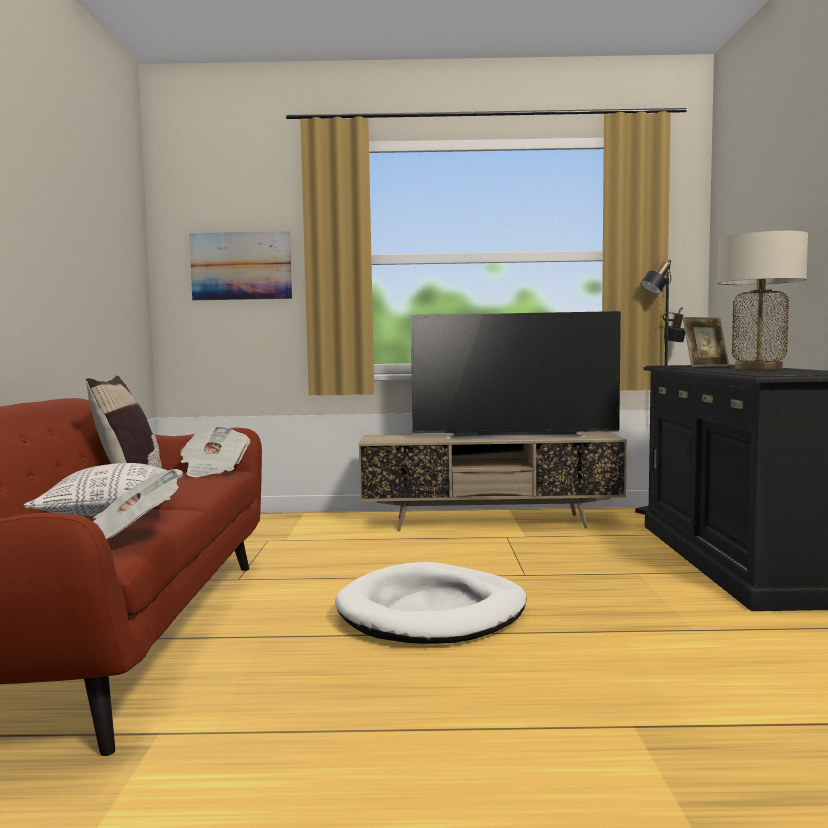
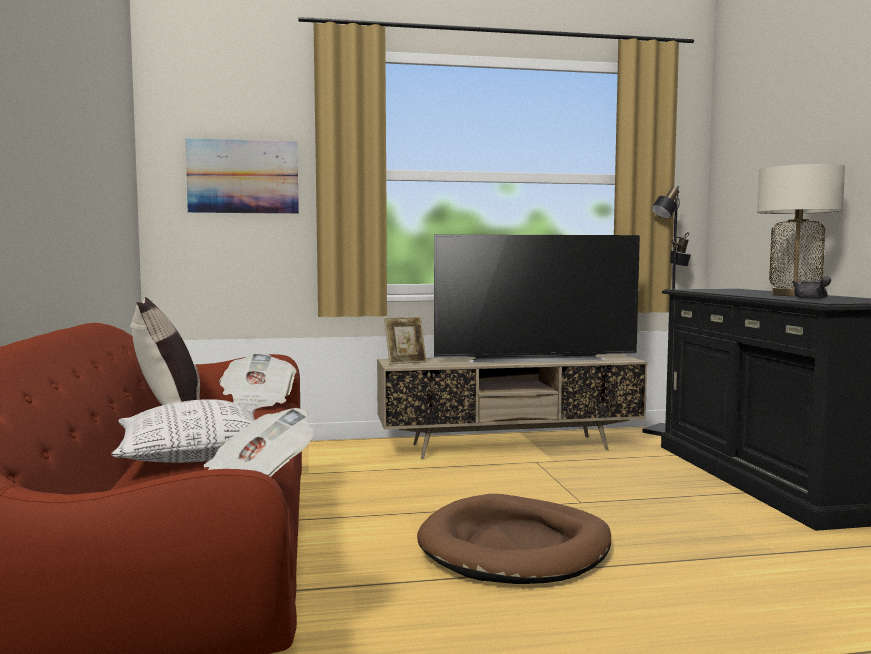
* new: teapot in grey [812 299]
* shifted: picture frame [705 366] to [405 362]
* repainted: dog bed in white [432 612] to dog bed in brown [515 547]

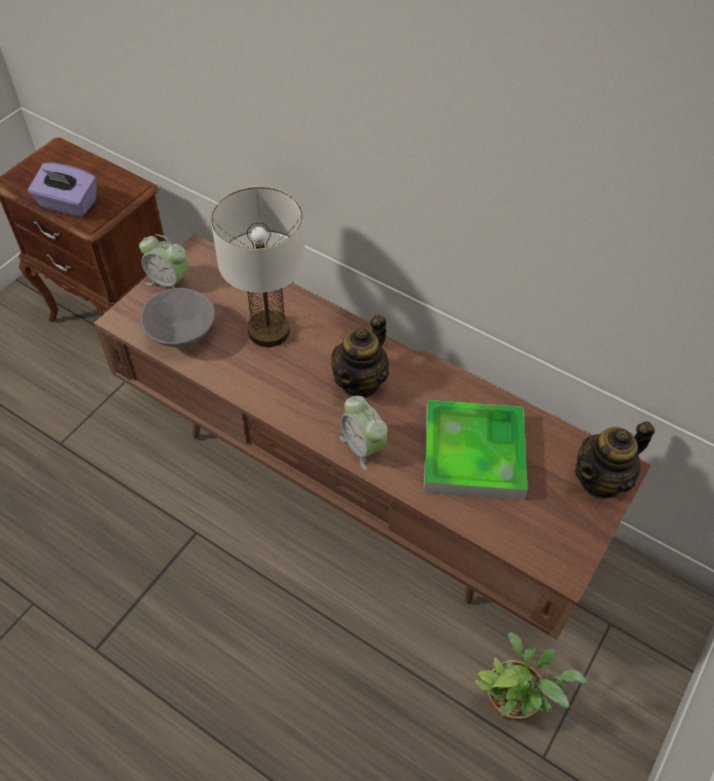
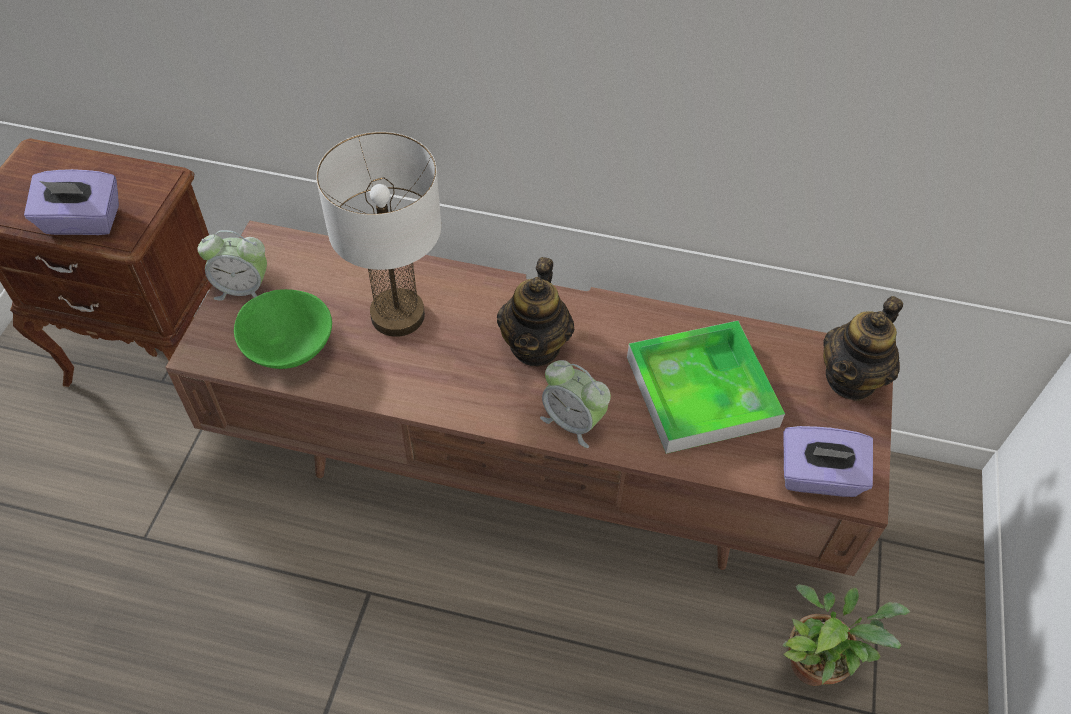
* new: tissue box in purple [818 477]
* repainted: bowl in grey [182 334] to bowl in green [289 349]

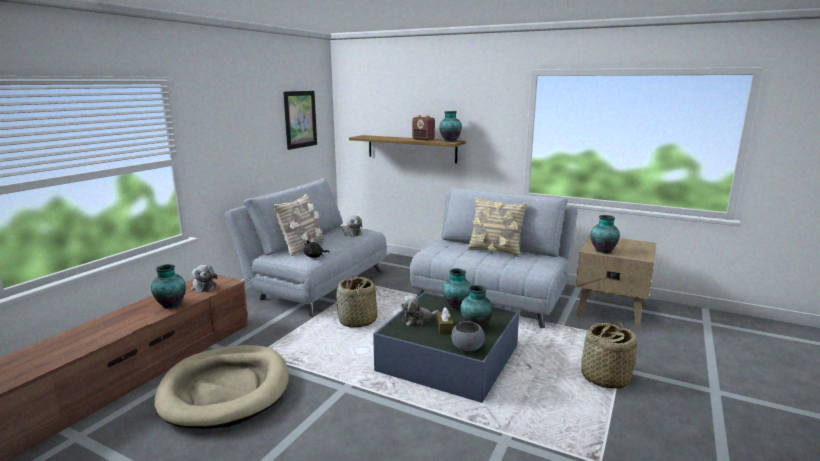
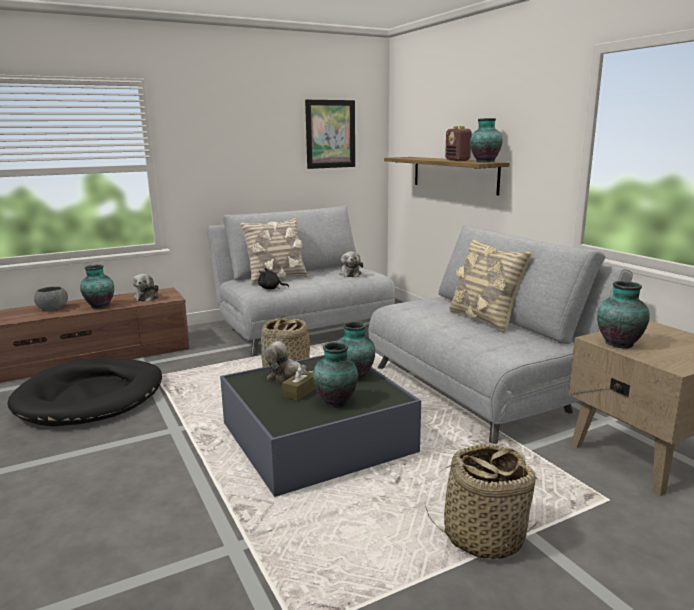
* shifted: bowl in grey [467 347] to [52 309]
* repainted: dog bed in beige [225 389] to dog bed in black [91 396]

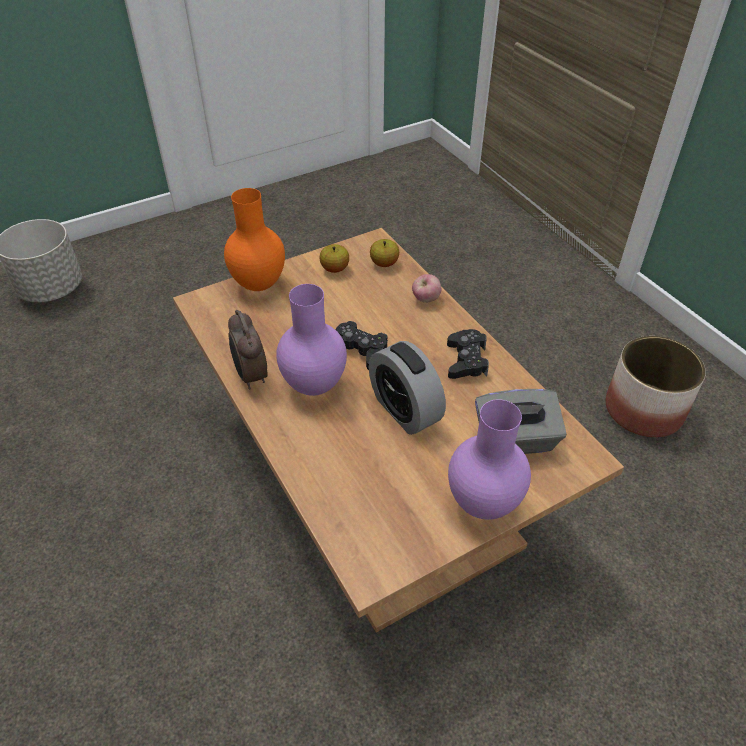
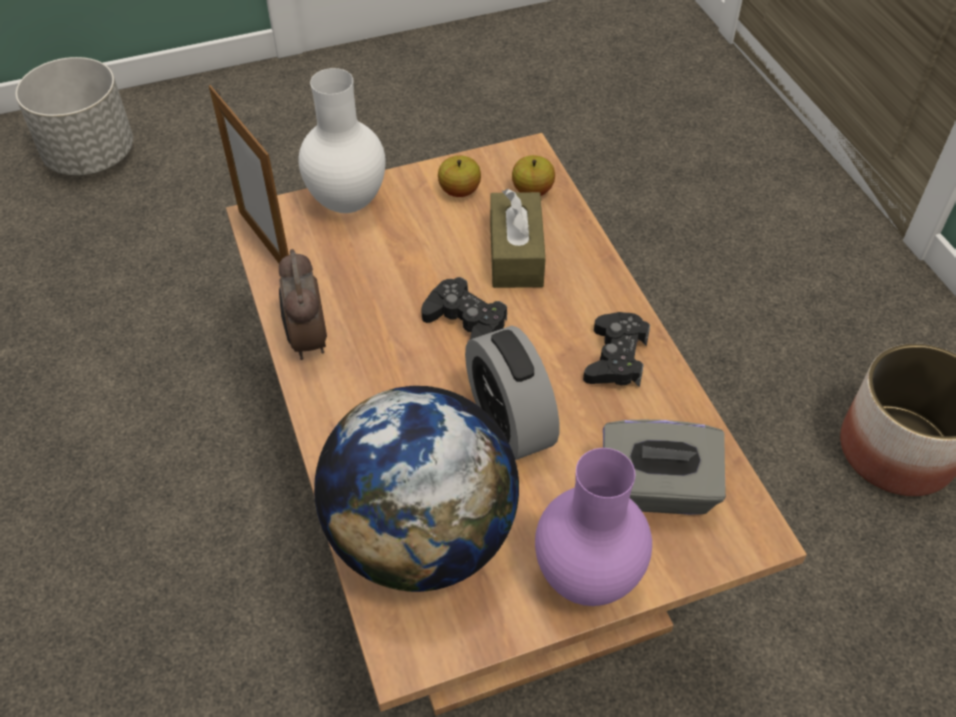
* gone: vase in purple [314 387]
* gone: apple [426 299]
* new: picture frame [265 244]
* new: globe [422 537]
* new: tissue box in brown [516 254]
* repainted: vase in orange [259 286] to vase in white [348 204]

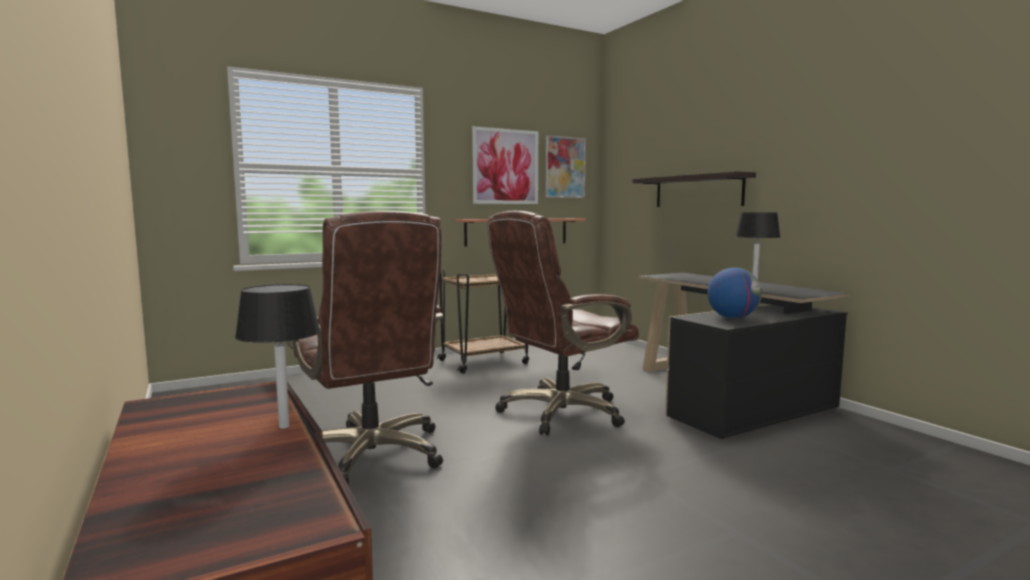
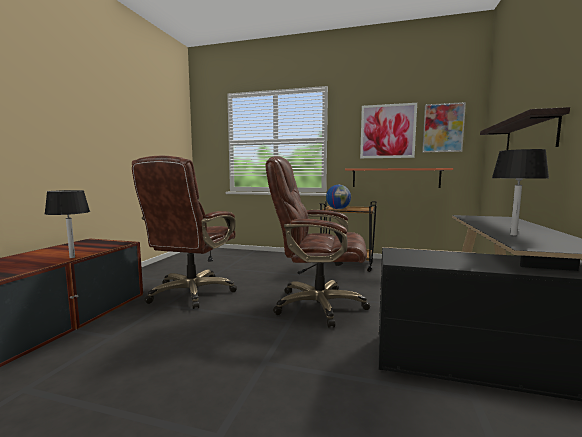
* shifted: globe [732 318] to [338 209]

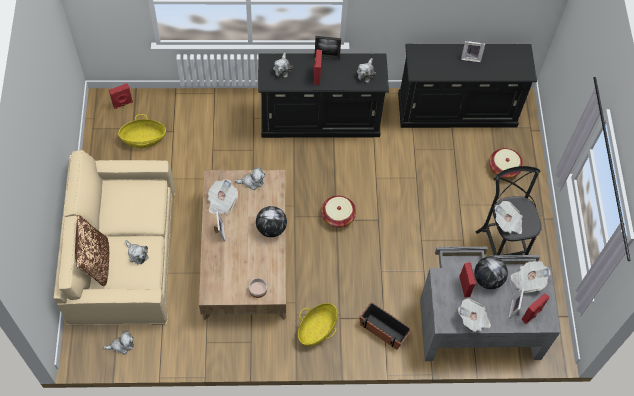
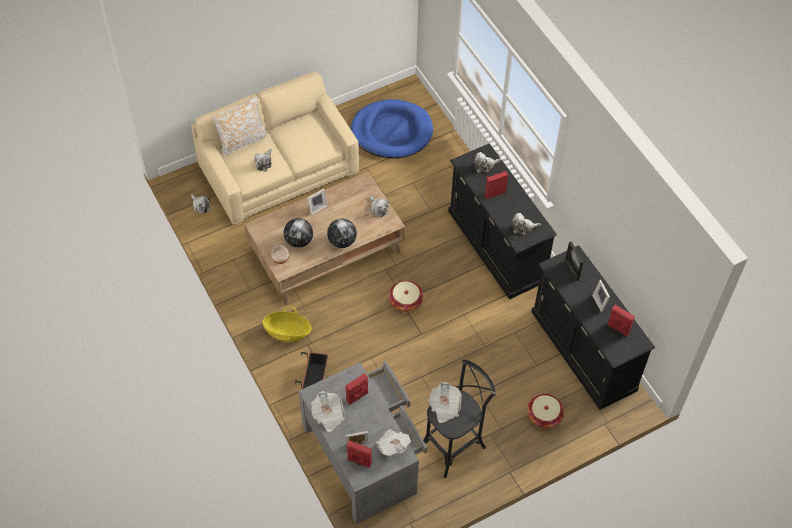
* gone: newspaper [221 202]
* shifted: speaker in red [123 104] to [618 329]
* shifted: picture frame [327 57] to [571 270]
* shifted: globe [487 279] to [299 241]
* swapped: basket [143 139] to dog bed in blue [392 132]
* repainted: pillow in brown [97 262] to pillow in white [243 142]

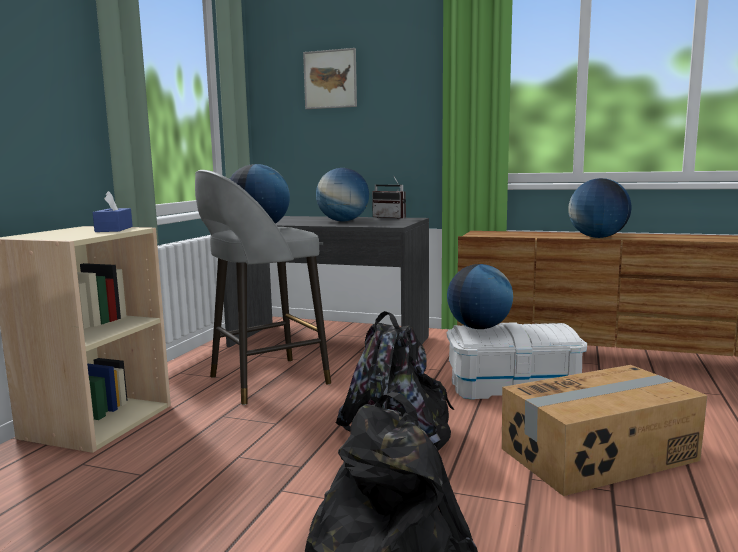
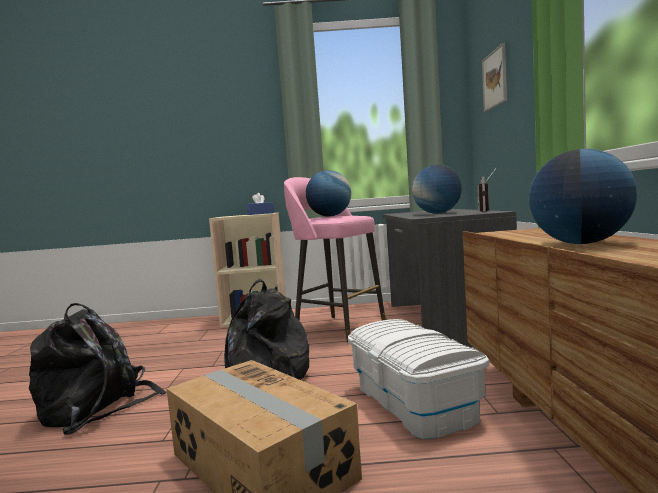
* gone: globe [479 328]
* repainted: stool in grey [265 381] to stool in pink [338 328]

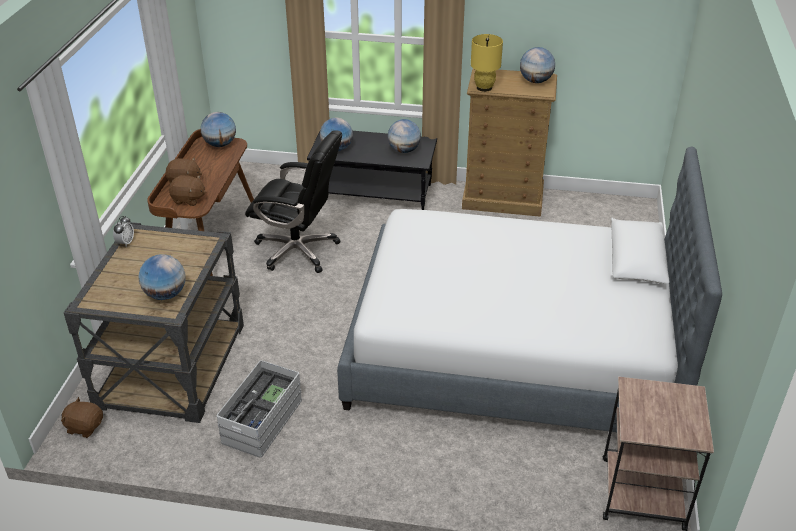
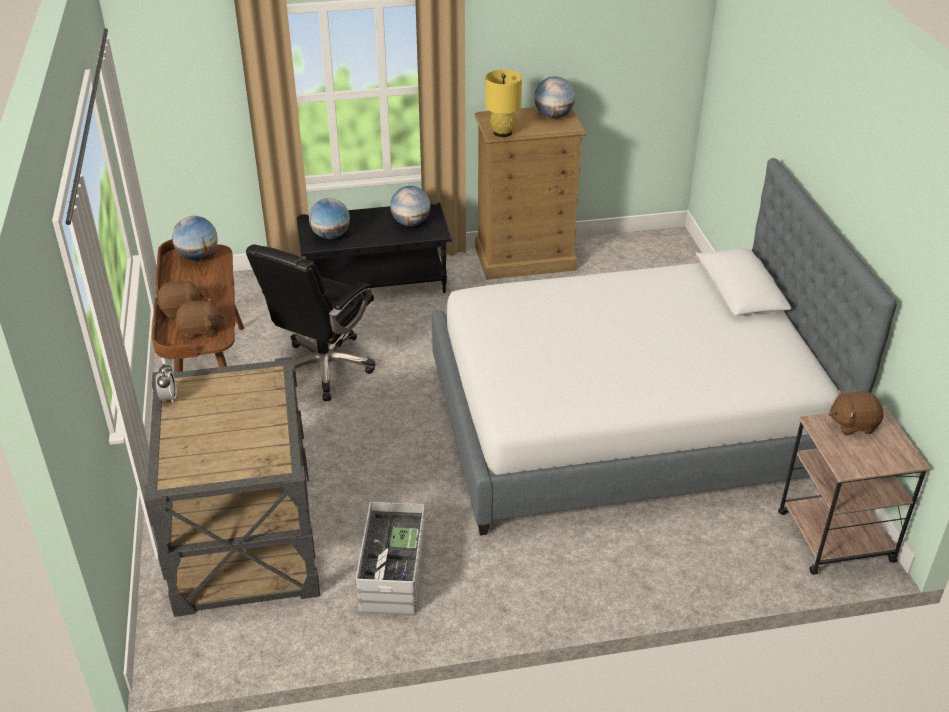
* gone: globe [165 294]
* shifted: plush toy in brown [85 427] to [852 424]
* rotated: office chair in black [298 251] = [323 367] 120 degrees clockwise

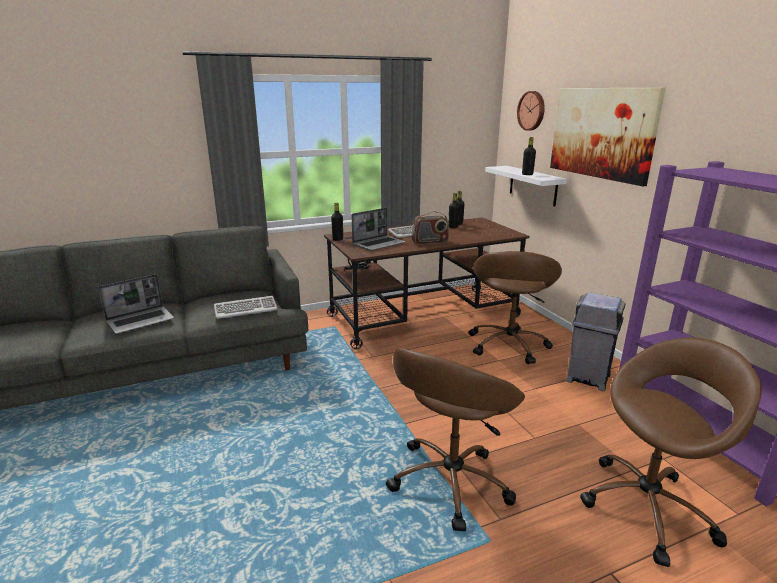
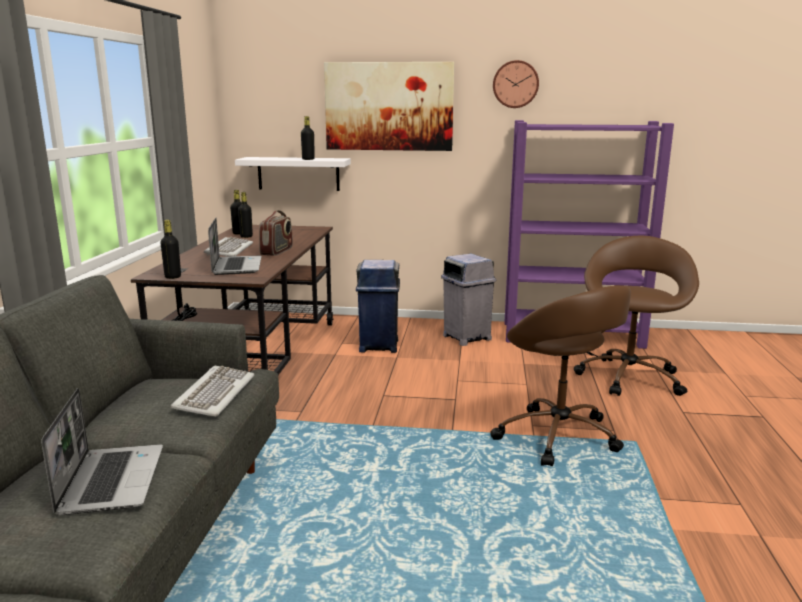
* shifted: wall clock [532 110] to [515 84]
* swapped: office chair in brown [508 346] to trash can in blue [379 345]

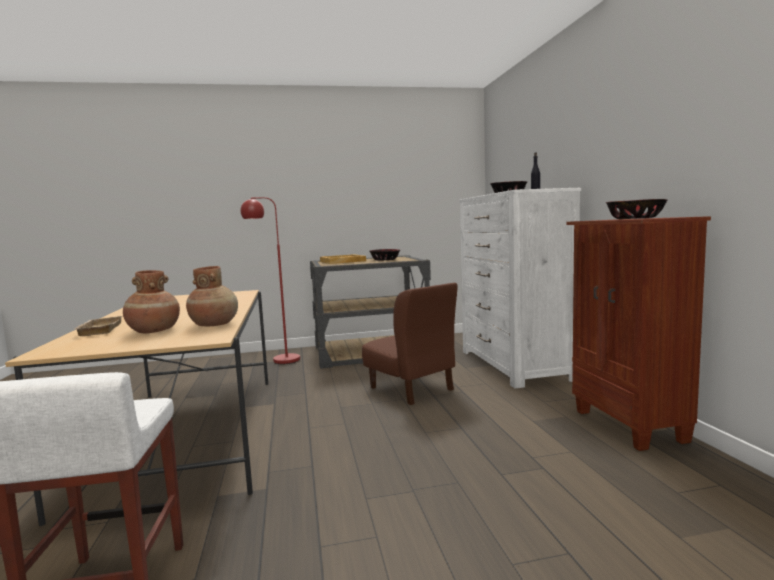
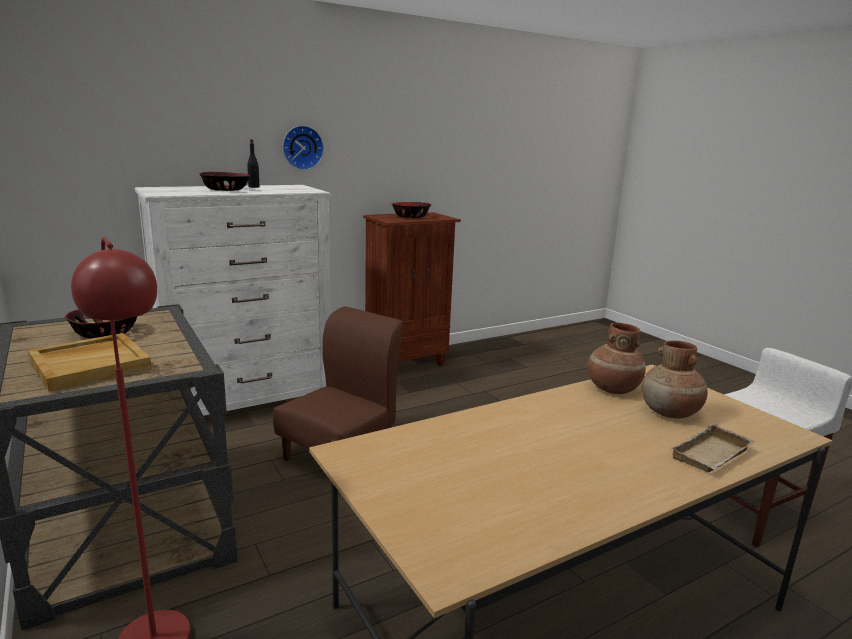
* new: wall clock [302 147]

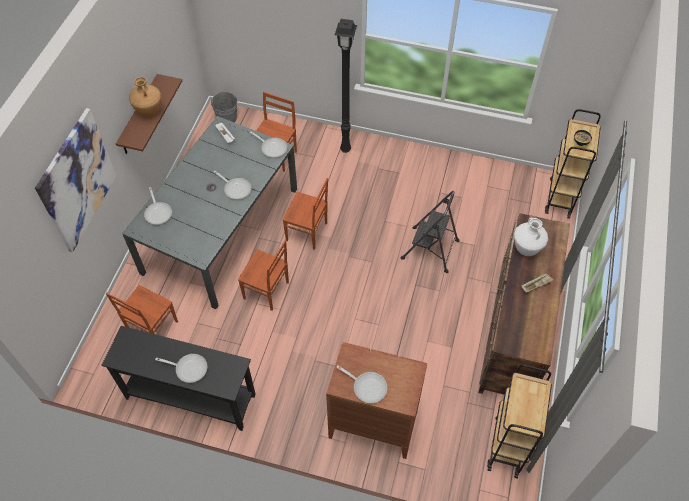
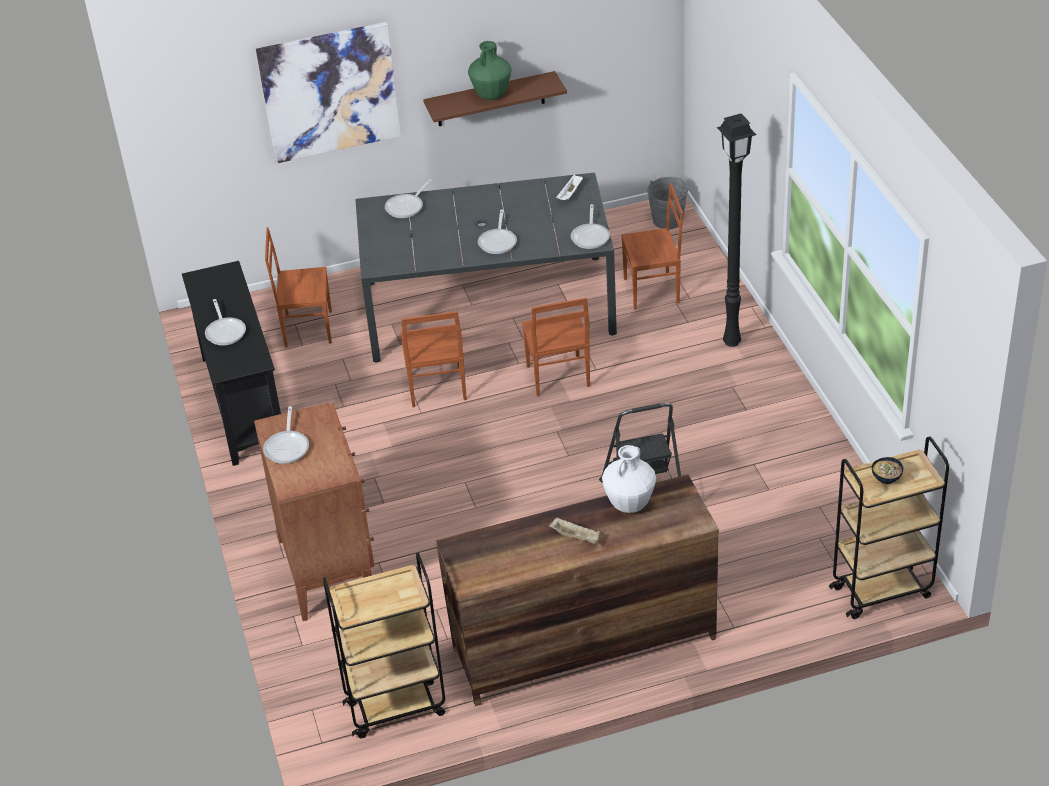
* repainted: vase in brown [149 112] to vase in green [491 95]

